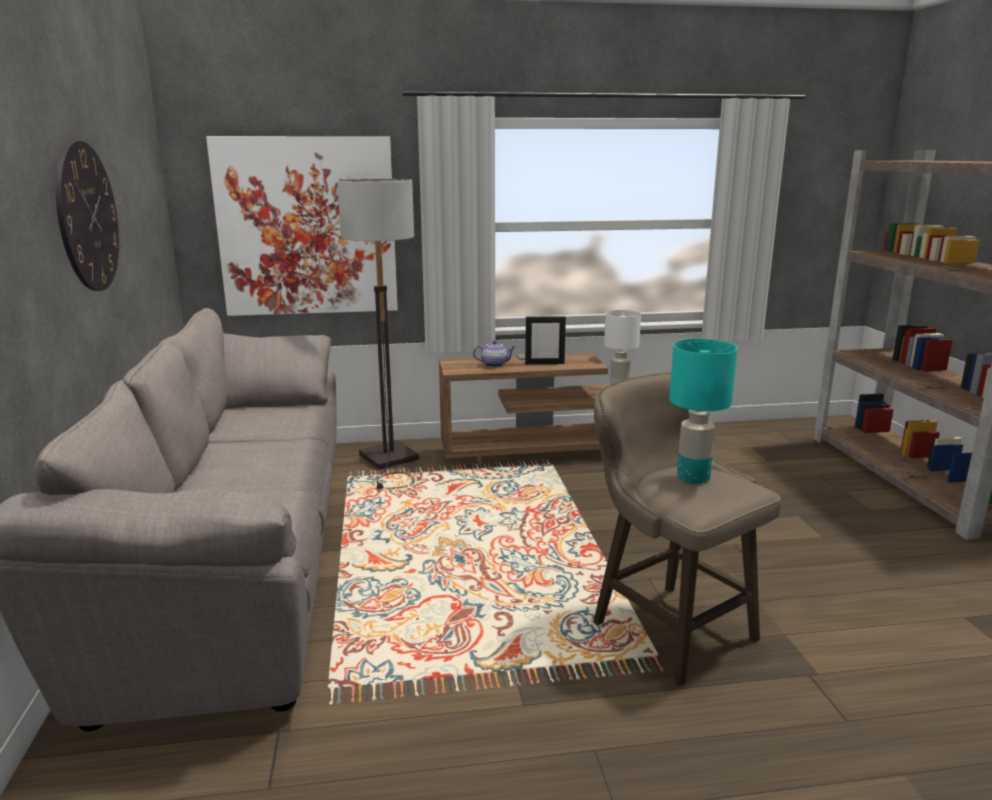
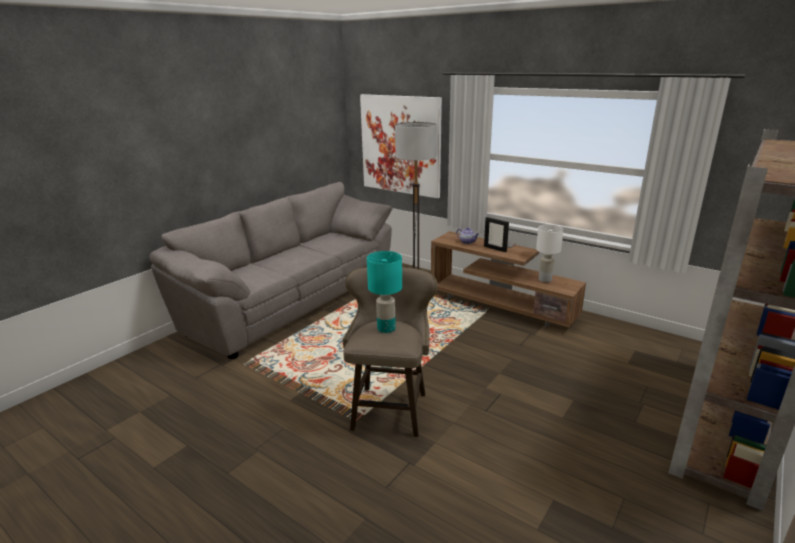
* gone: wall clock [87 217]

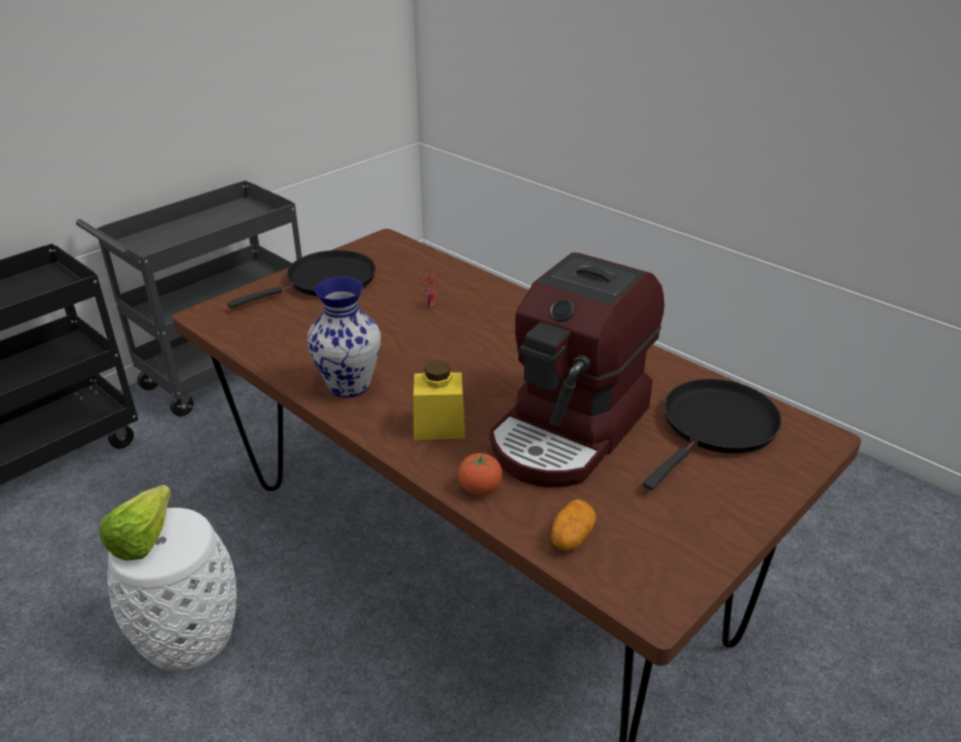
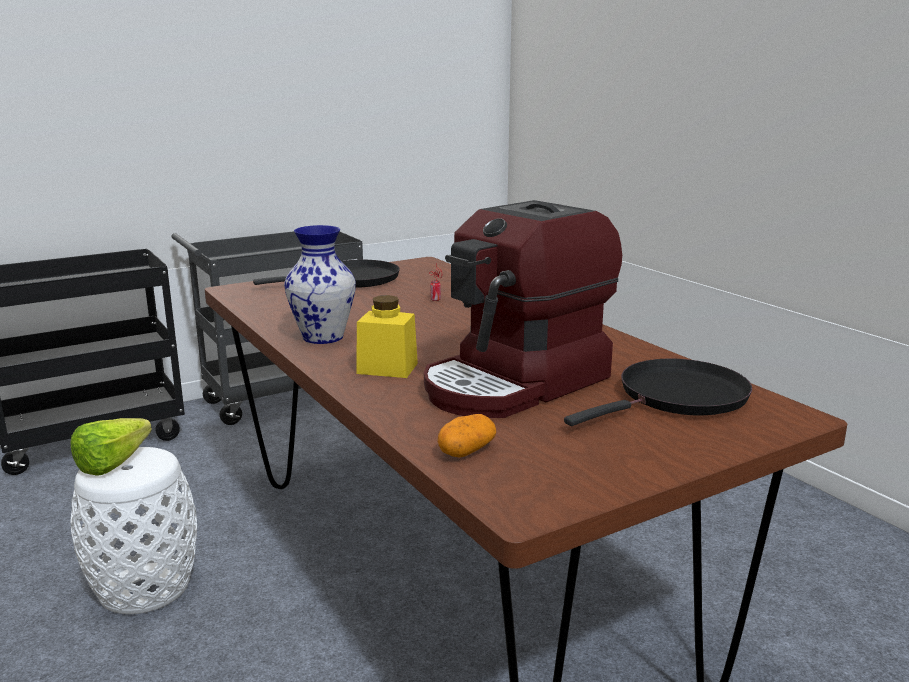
* gone: tomato [480 489]

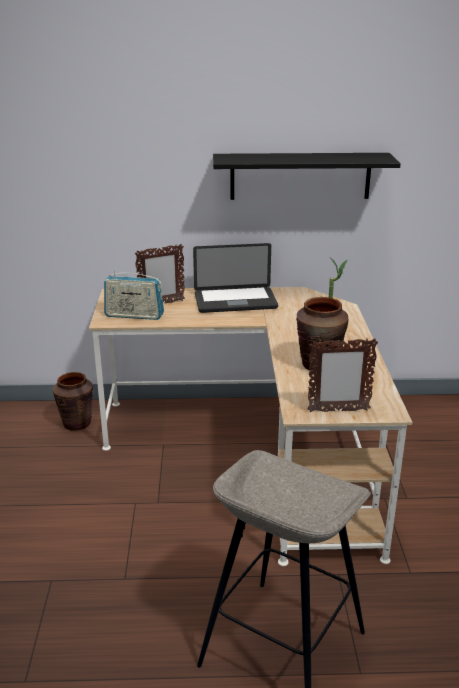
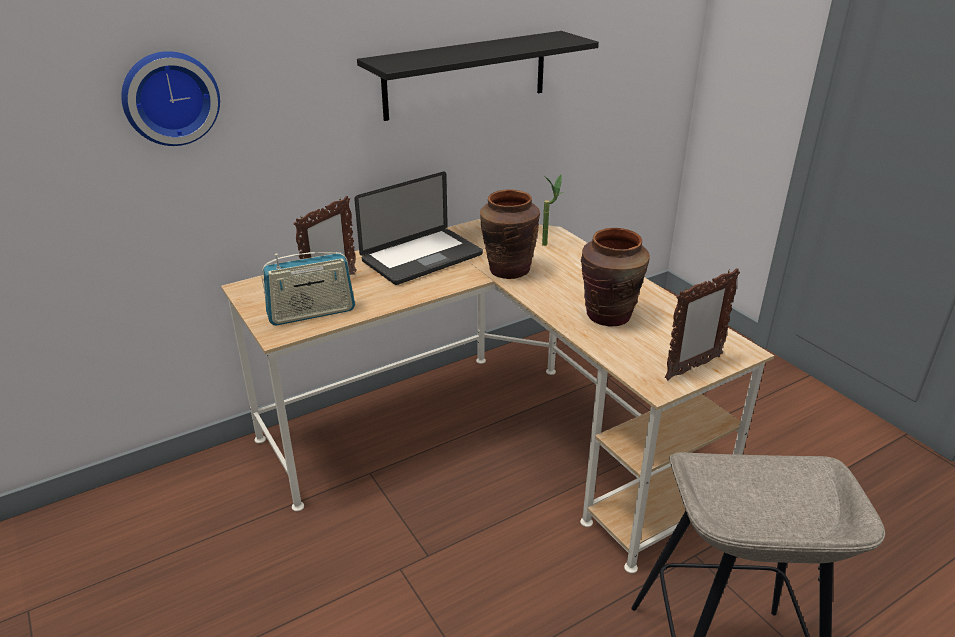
* new: wall clock [170 97]
* shifted: vase in brown [77 423] to [508 270]

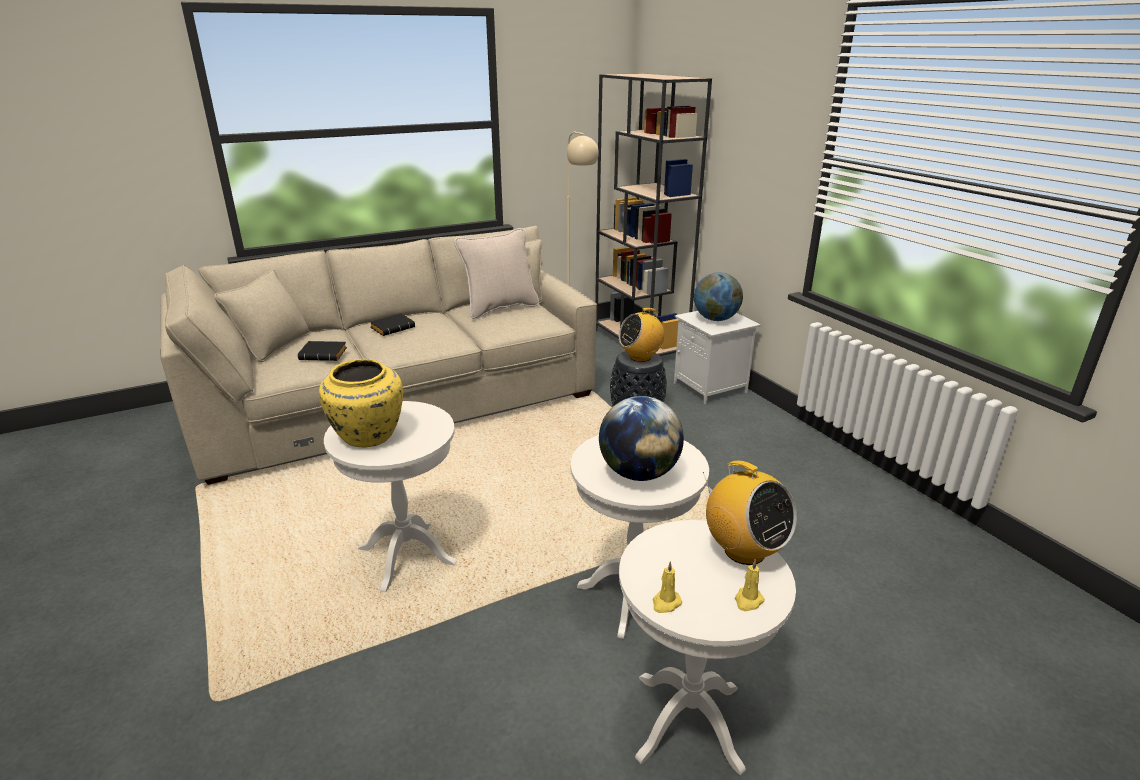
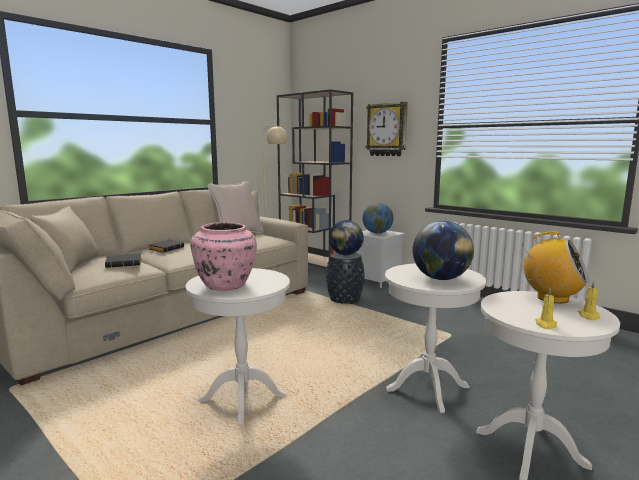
* new: wall clock [387 130]
* swapped: radio [640 357] to globe [345 254]
* repainted: vase in yellow [367 437] to vase in pink [225 286]

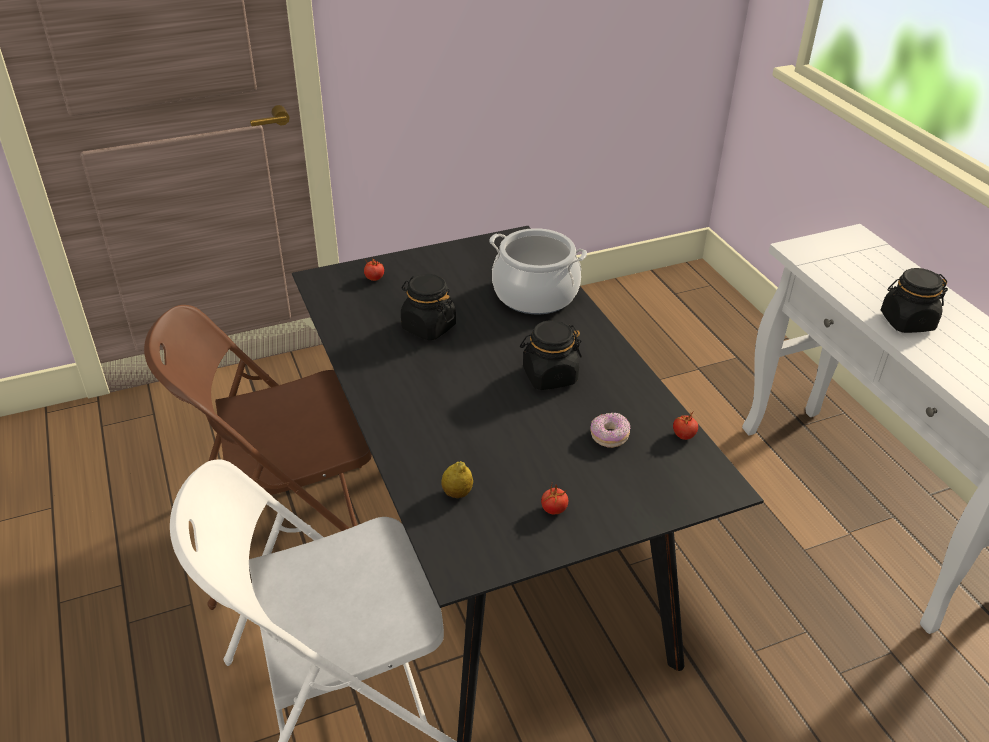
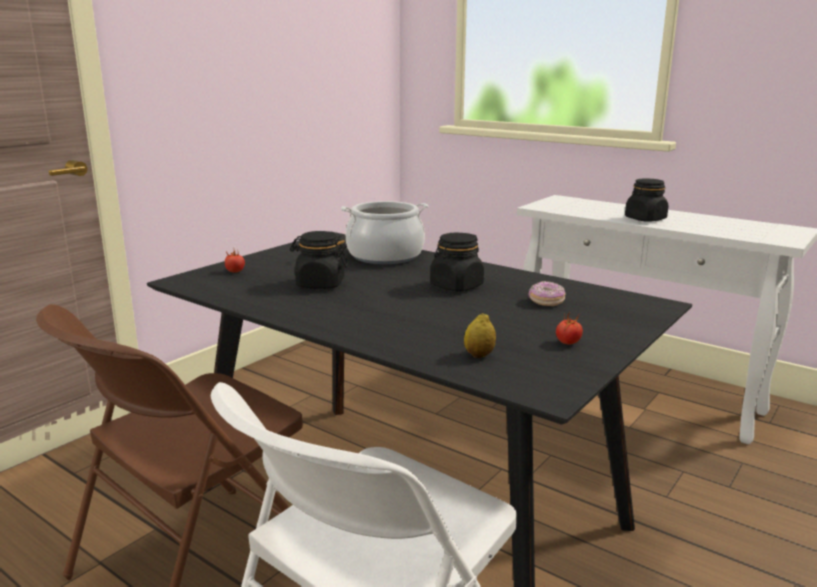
* gone: tomato [683 435]

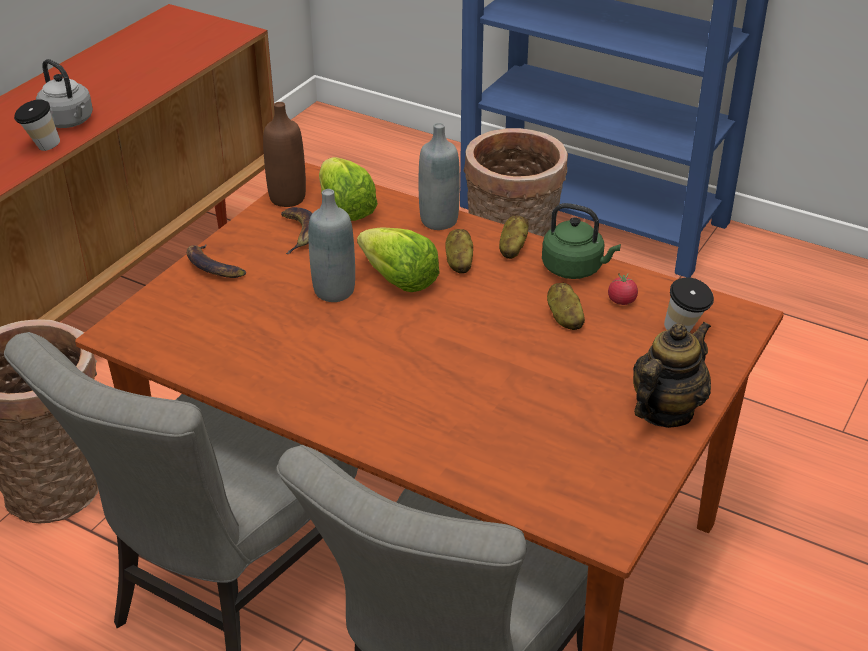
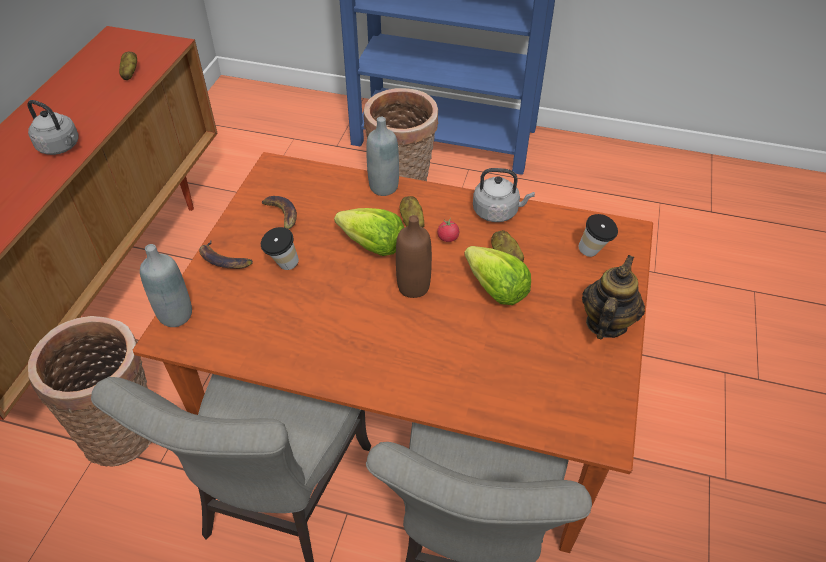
* shifted: cup [41 147] to [283 266]
* shifted: bottle in brown [287 198] to [413 287]
* shifted: bottle in grey [334 291] to [175 315]
* shifted: lettuce [345 209] to [495 289]
* shifted: potato [512 248] to [130 73]
* shifted: tomato [621 301] to [448 238]
* repainted: kettle in green [575 269] to kettle in grey [498 212]

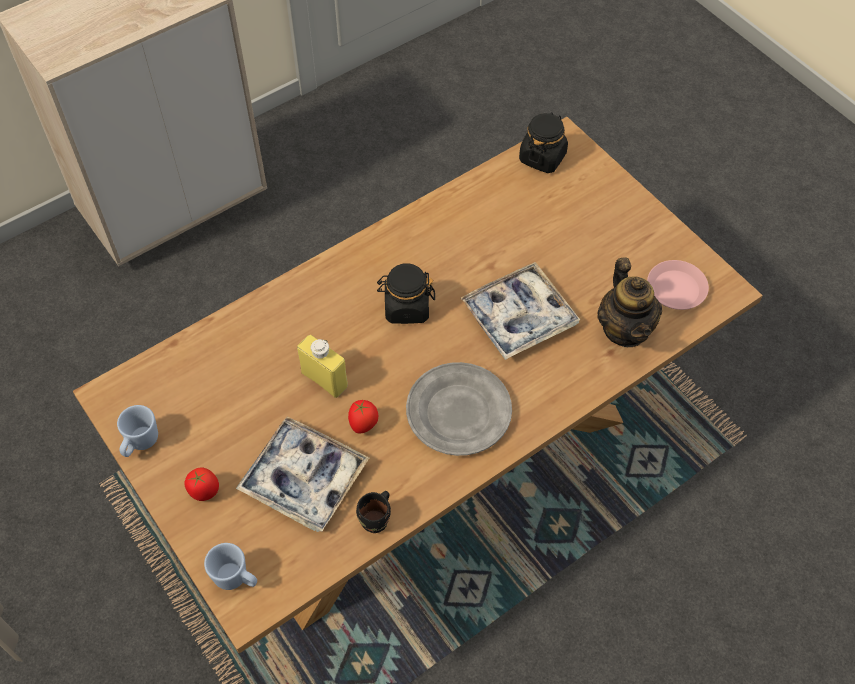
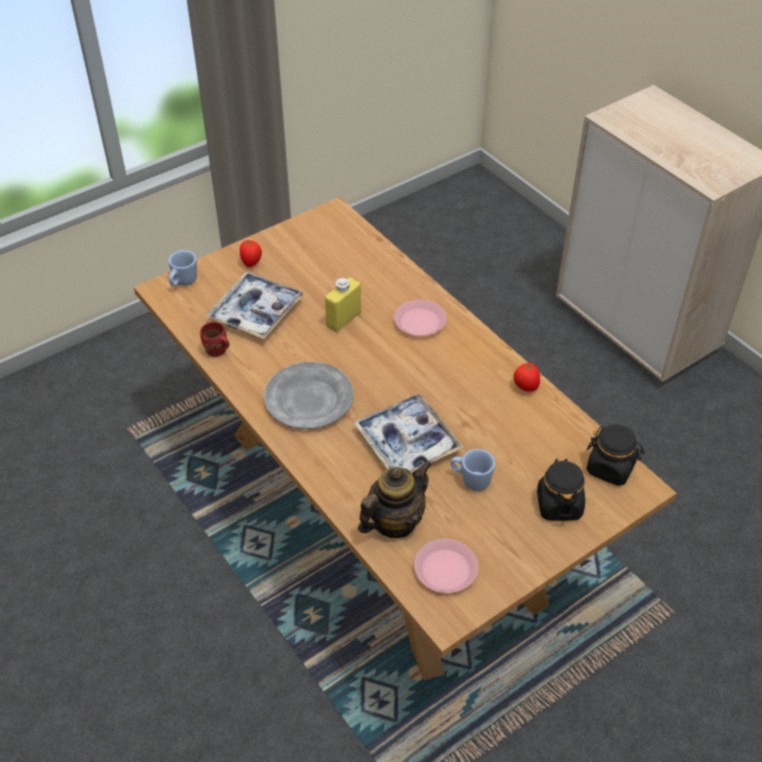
* new: plate in pink [419 322]
* shifted: mug in blue [140 443] to [471 480]
* shifted: tomato [364 425] to [525 387]
* shifted: jar in black [406 308] to [558 505]
* repainted: mug in black [377 521] to mug in red [216 352]
* rotated: teapot [625 329] = [394 522] 150 degrees clockwise

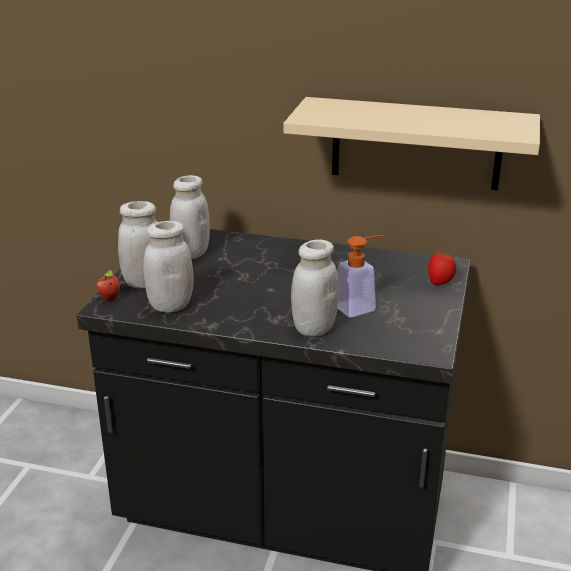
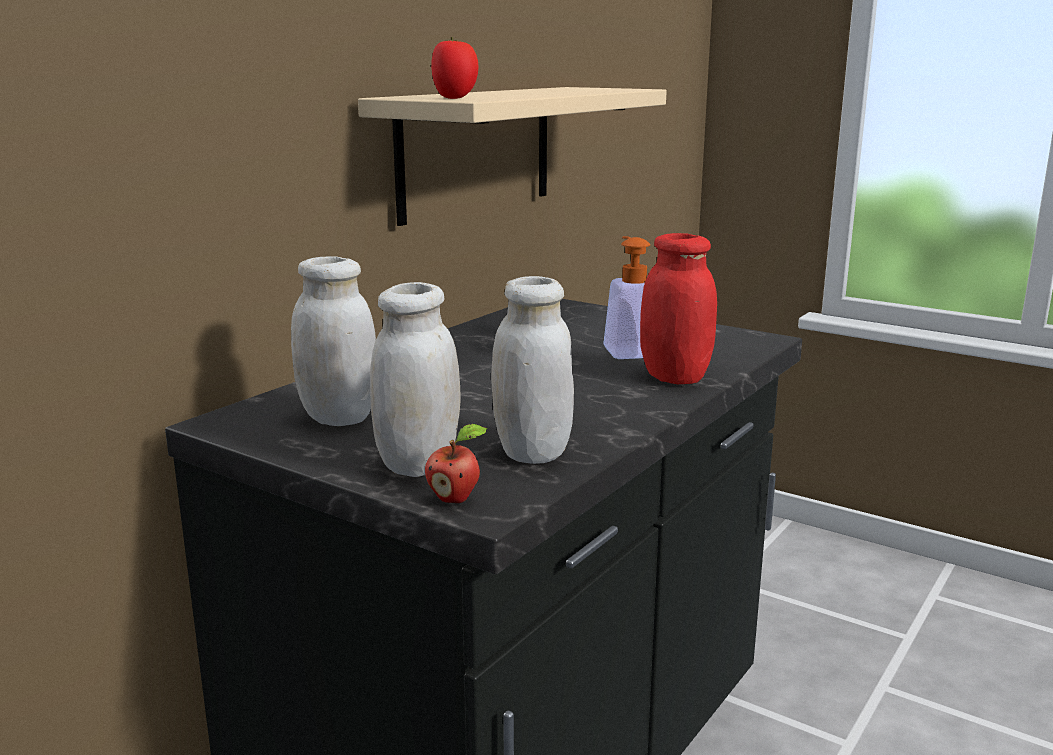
* shifted: tomato [440 283] to [455 98]
* repainted: jar in white [314 328] to jar in red [674 377]

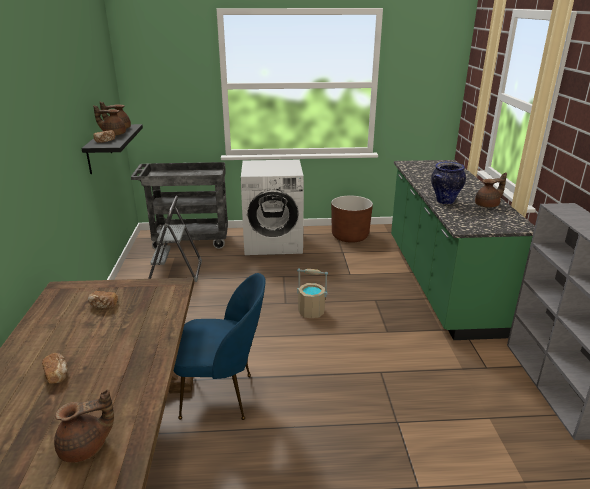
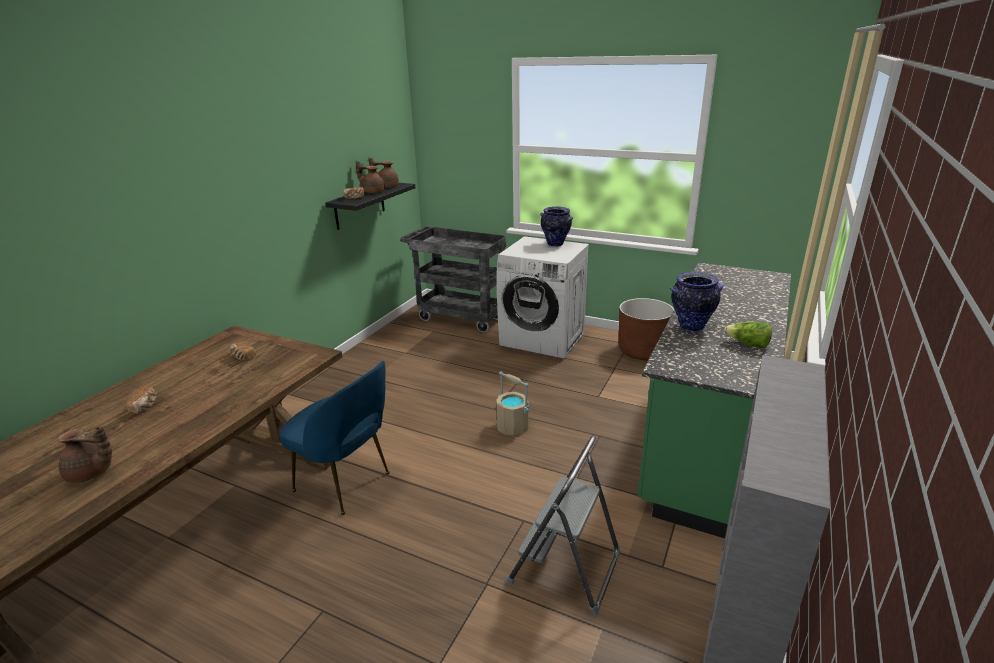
* new: vase [555 244]
* shifted: step ladder in grey [177 272] to [568 569]
* swapped: teapot in brown [488 205] to lettuce [748 344]

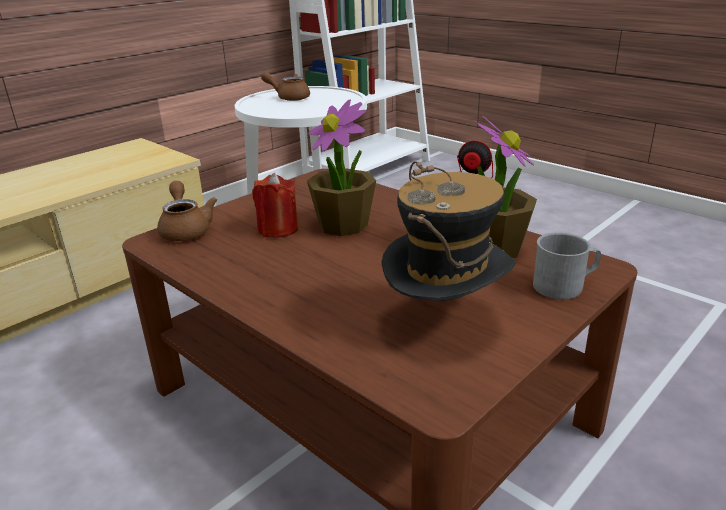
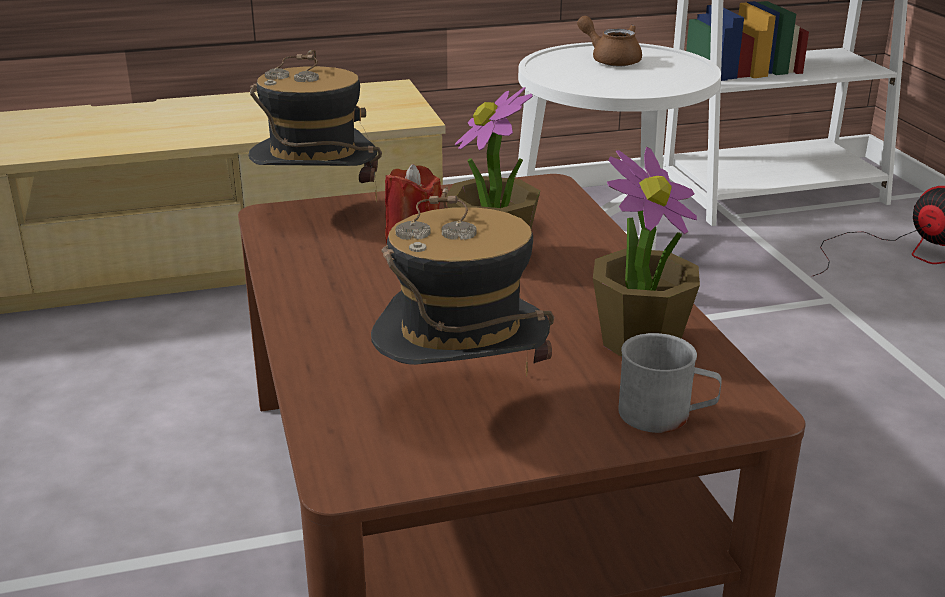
* swapped: teapot in brown [186 229] to hat [318 211]

